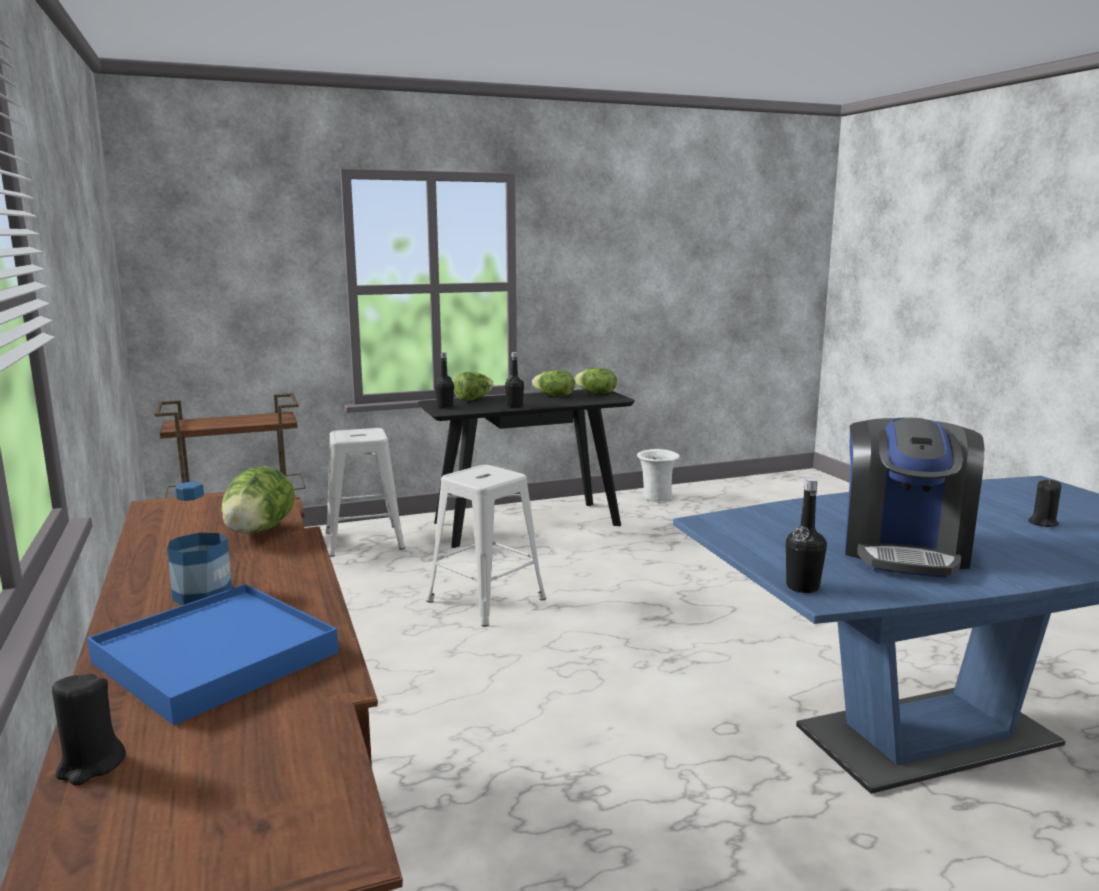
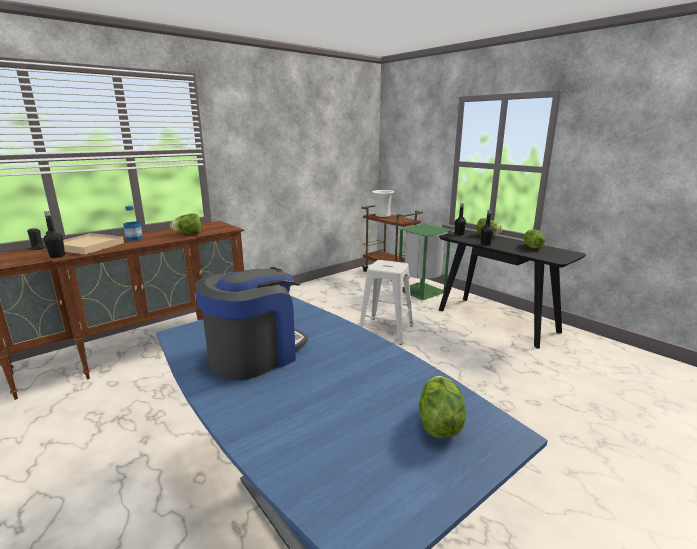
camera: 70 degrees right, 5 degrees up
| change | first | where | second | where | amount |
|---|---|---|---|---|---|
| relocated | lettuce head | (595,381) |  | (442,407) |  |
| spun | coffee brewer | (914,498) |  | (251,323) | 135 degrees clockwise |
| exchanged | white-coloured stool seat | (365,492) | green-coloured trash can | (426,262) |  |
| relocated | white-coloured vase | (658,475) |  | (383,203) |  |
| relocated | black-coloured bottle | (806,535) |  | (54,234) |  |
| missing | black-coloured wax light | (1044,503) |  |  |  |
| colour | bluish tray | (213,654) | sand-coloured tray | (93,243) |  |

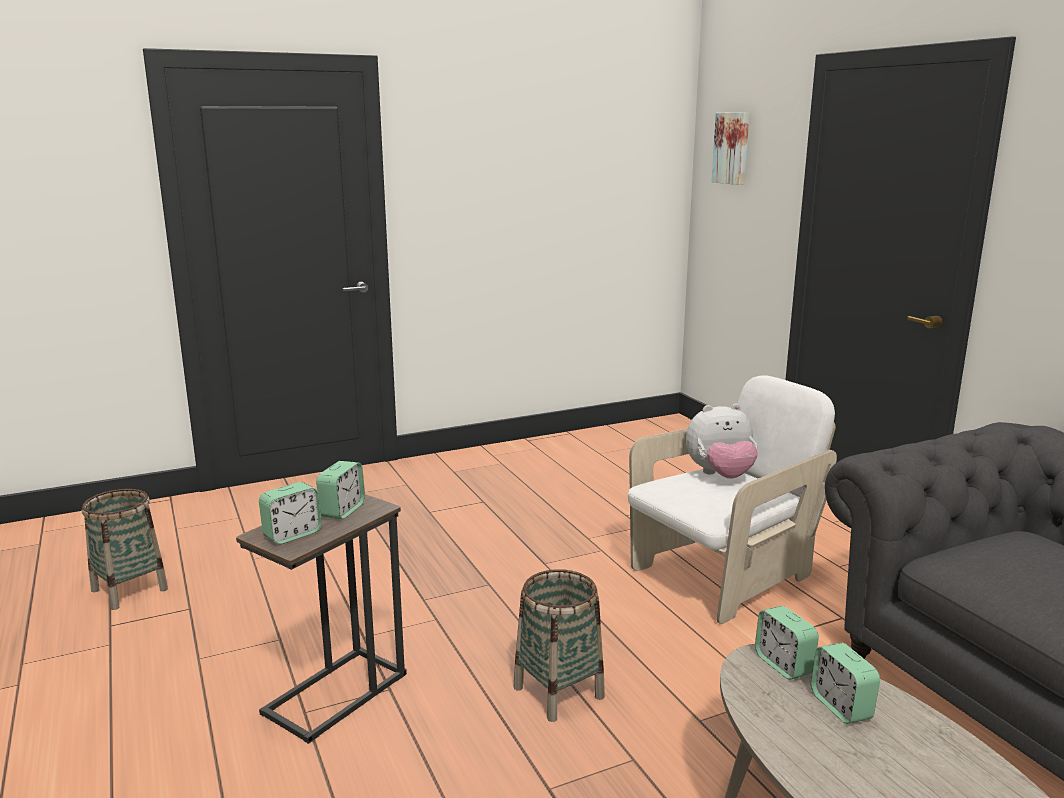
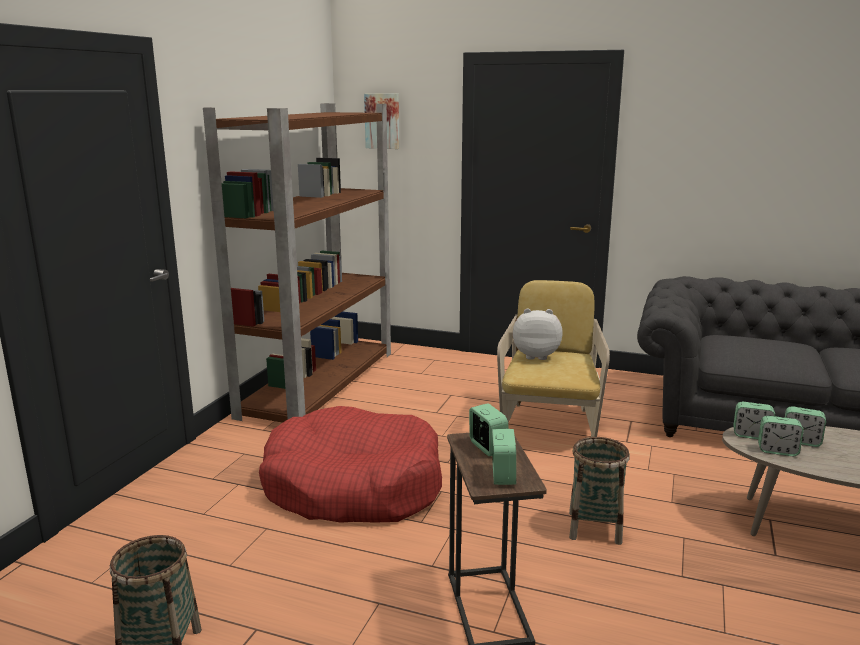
camera: 45 degrees left, 0 degrees up
| change | first | where | second | where | amount |
|---|---|---|---|---|---|
| colour | white-coloured armchair | (732,499) | yellowish armchair | (553,358) |  |
| spun | soft toy | (722,441) |  | (538,334) | 120 degrees counterclockwise |
| appeared |  |  | brown bookshelf | (297,263) |  |
| appeared |  |  | reddish dog cushion | (350,464) |  |
| appeared |  |  | table clock | (781,436) |  |

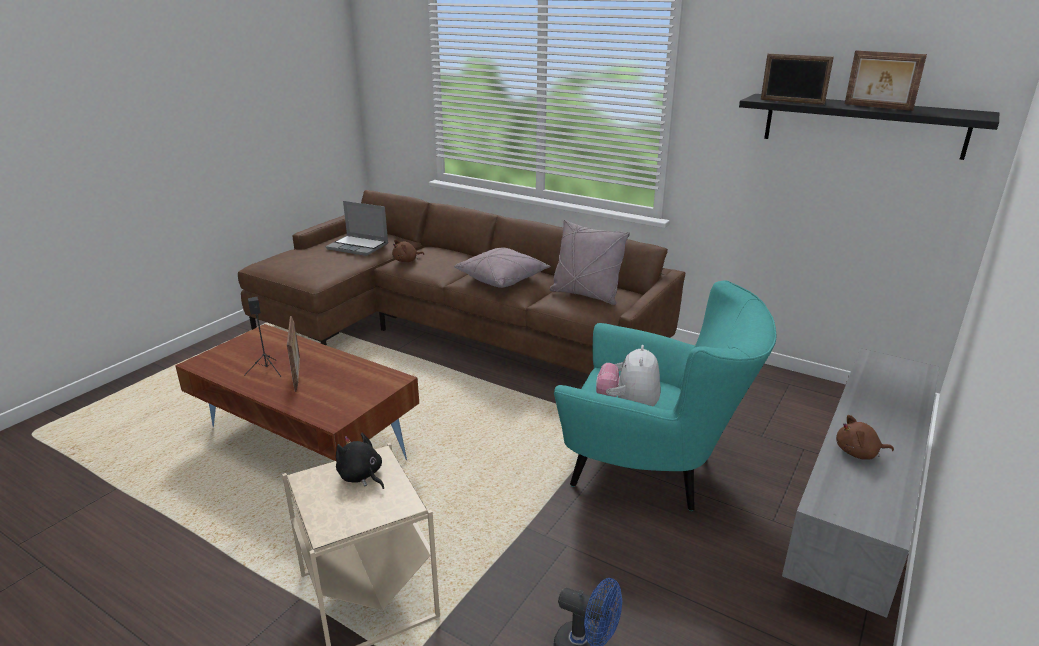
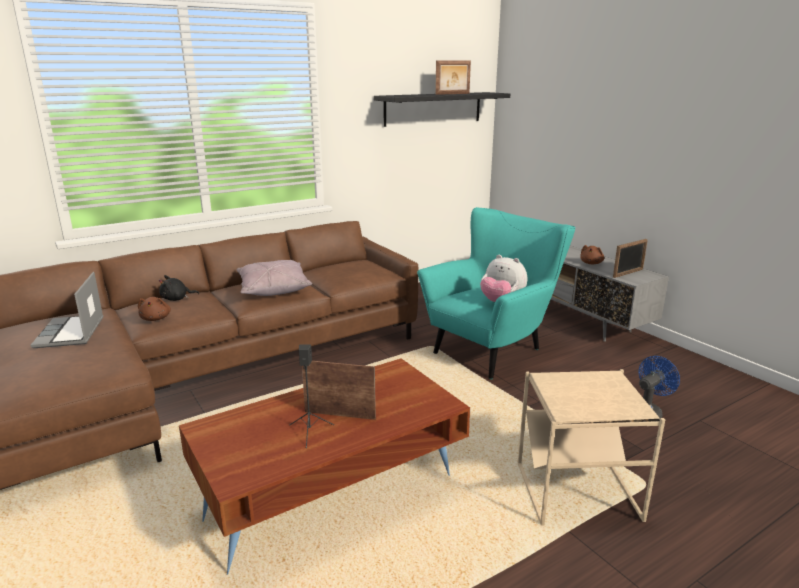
camera: 65 degrees left, 5 degrees down
| change | first | where | second | where | amount |
|---|---|---|---|---|---|
| relocated | picture frame | (797,79) |  | (630,258) |  |
| spun | notebook computer | (356,228) |  | (66,310) | 120 degrees clockwise |
| missing | purplish cushion | (590,262) |  |  |  |
| relocated | black-coloured soft toy | (360,460) |  | (179,288) |  |

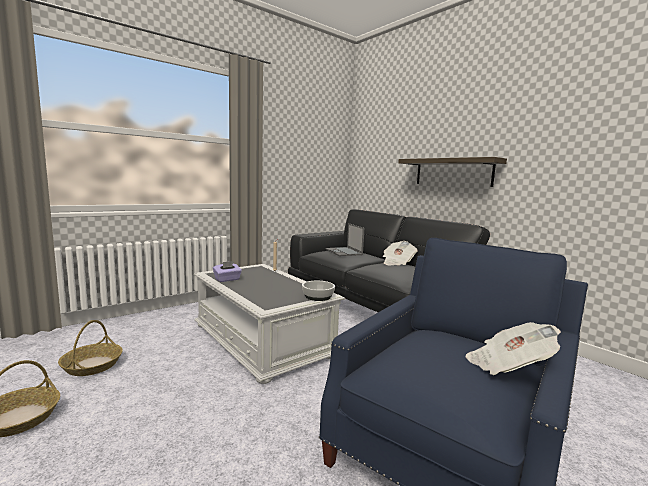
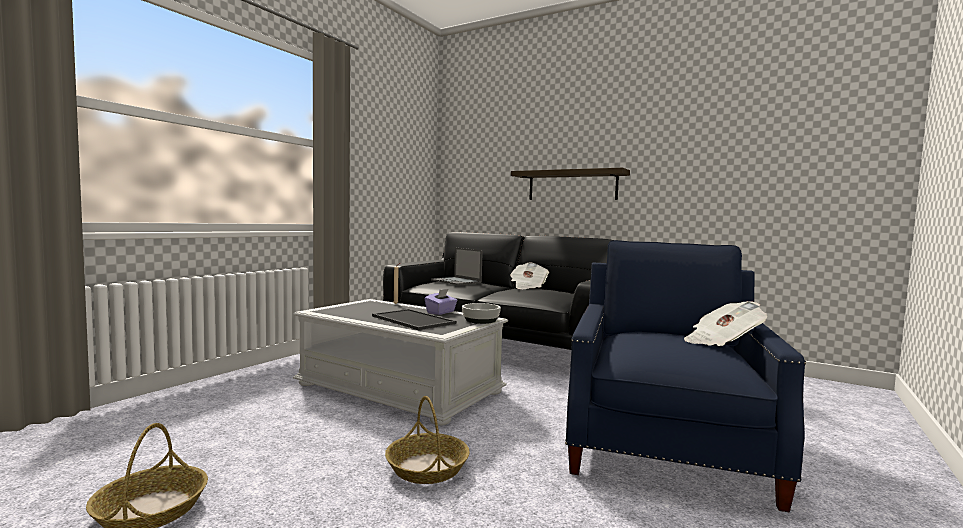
camera: 20 degrees left, 5 degrees down
| change | first | where | second | where | amount |
|---|---|---|---|---|---|
| relocated | purplish box of tissues | (227,271) |  | (441,302) |  |
| relocated | basket | (90,348) |  | (427,440) |  |
| appeared |  |  | tray | (414,319) |  |

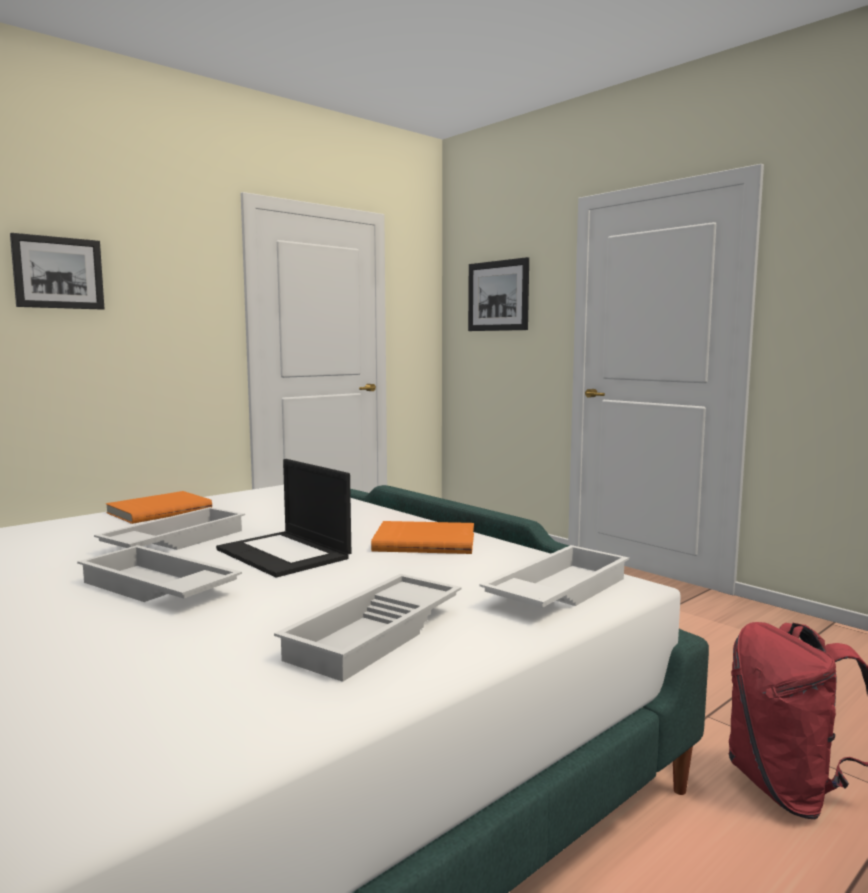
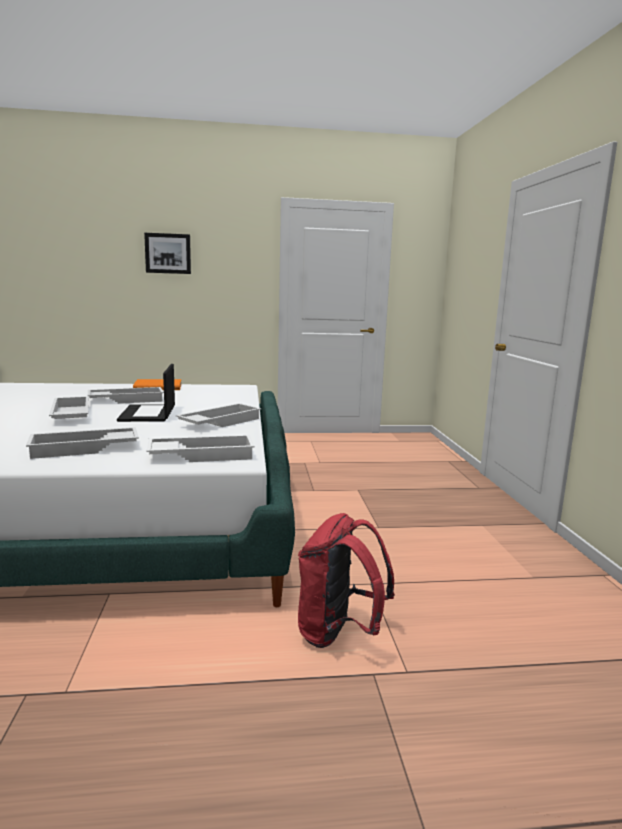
camera: 35 degrees right, 5 degrees up
| change | first | where | second | where | amount |
|---|---|---|---|---|---|
| missing | wall picture | (498,294) |  |  |  |
| exchanged | orangey volume | (422,537) | white-coloured tray | (218,415) |  |

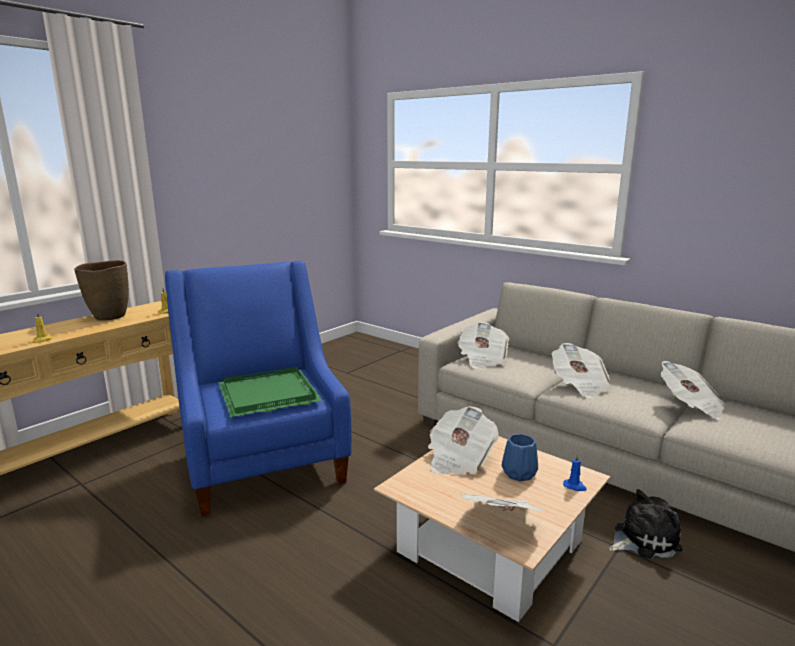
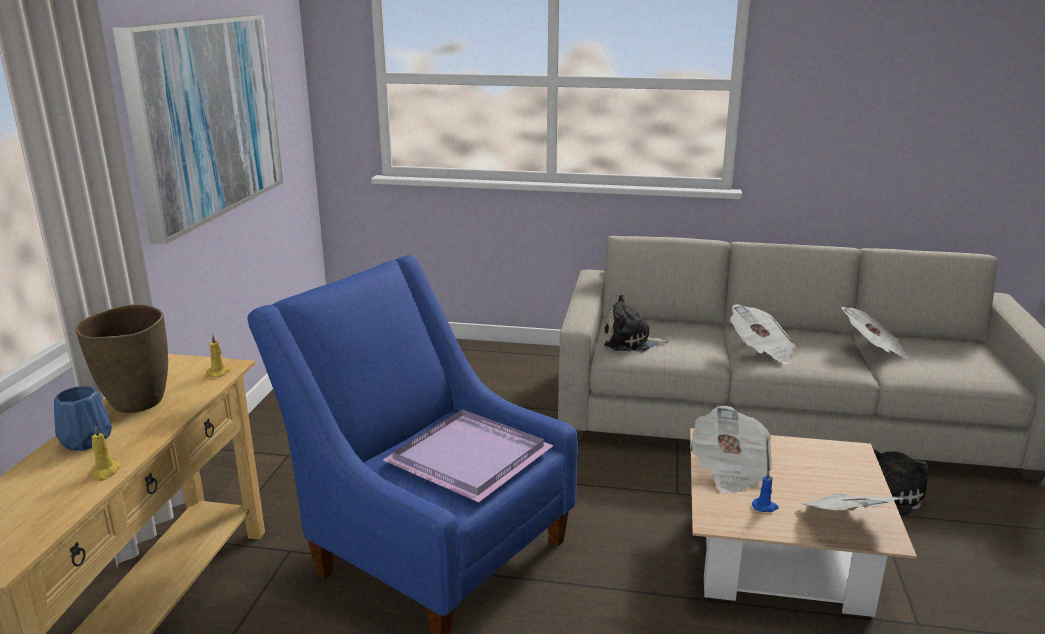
camera: 30 degrees left, 5 degrees up
| change | first | where | second | where | amount |
|---|---|---|---|---|---|
| exchanged | printed paper | (483,345) | soft toy | (637,323) |  |
| colour | green-coloured tray | (270,392) | purplish tray | (468,455) |  |
| relocated | bluish vase | (520,457) |  | (83,418) |  |
| relocated | bluish wax light | (575,472) |  | (765,491) |  |
| appeared |  |  | wall picture | (197,129) |  |

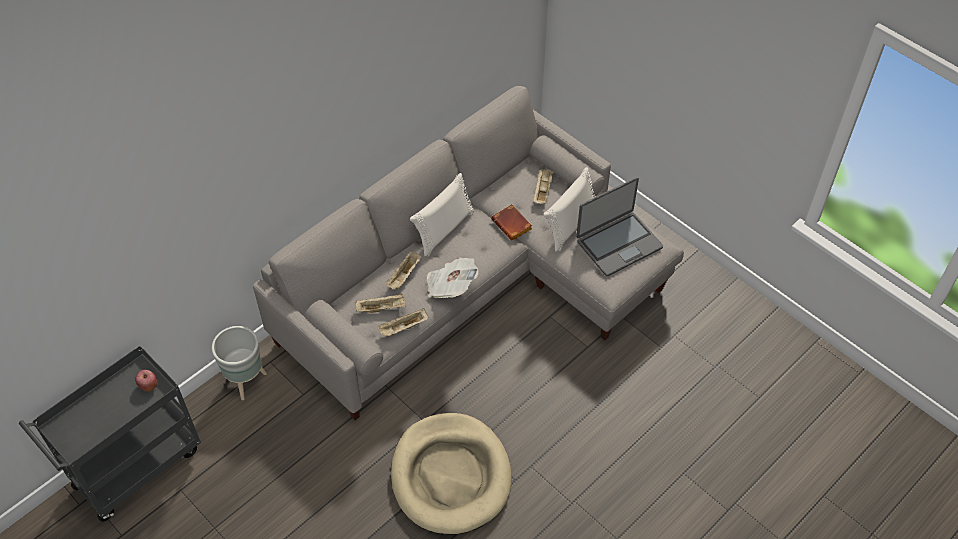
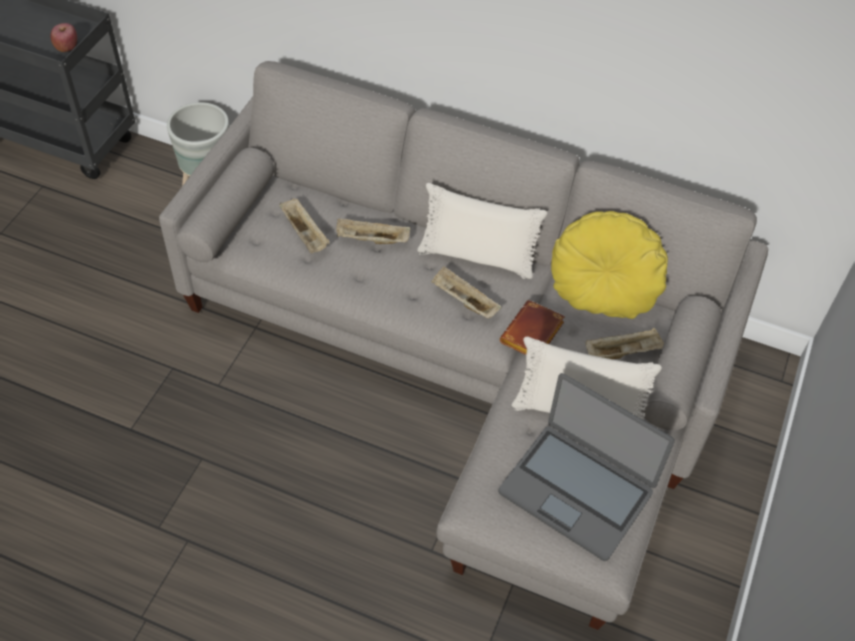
camera: 65 degrees right, 0 degrees up
| change | first | where | second | where | amount |
|---|---|---|---|---|---|
| missing | printed paper | (452,278) |  |  |  |
| relocated | sand-coloured tray | (403,322) |  | (466,292) |  |
| missing | sand-coloured dog cushion | (451,474) |  |  |  |
| appeared |  |  | yellowish cushion | (609,265) |  |

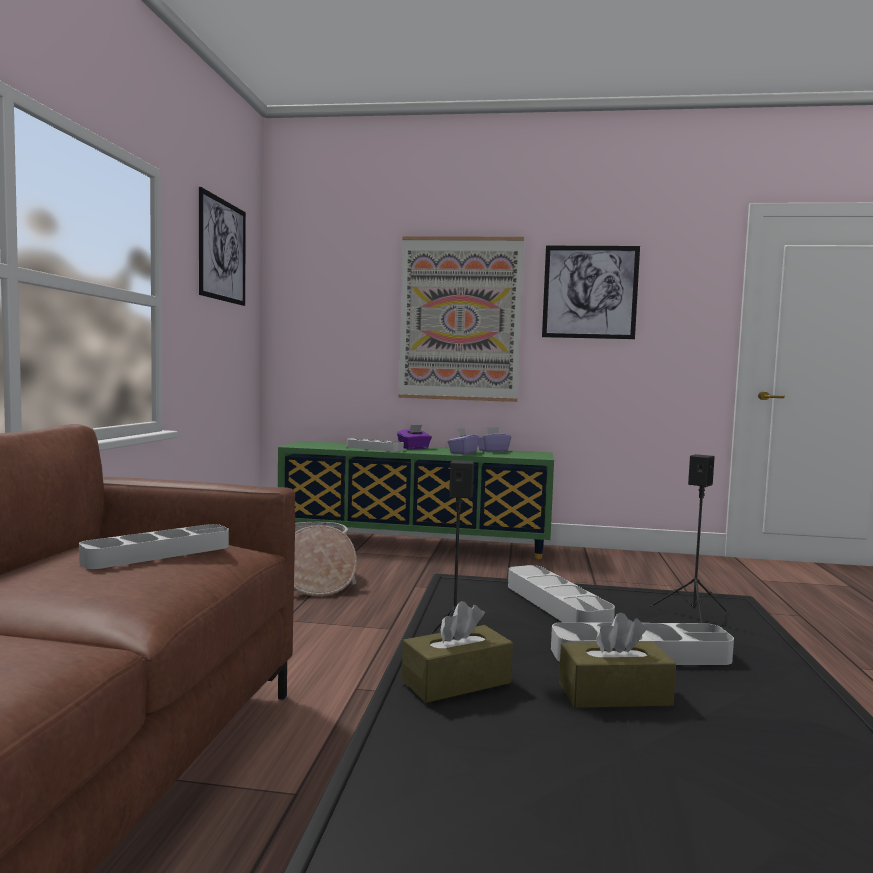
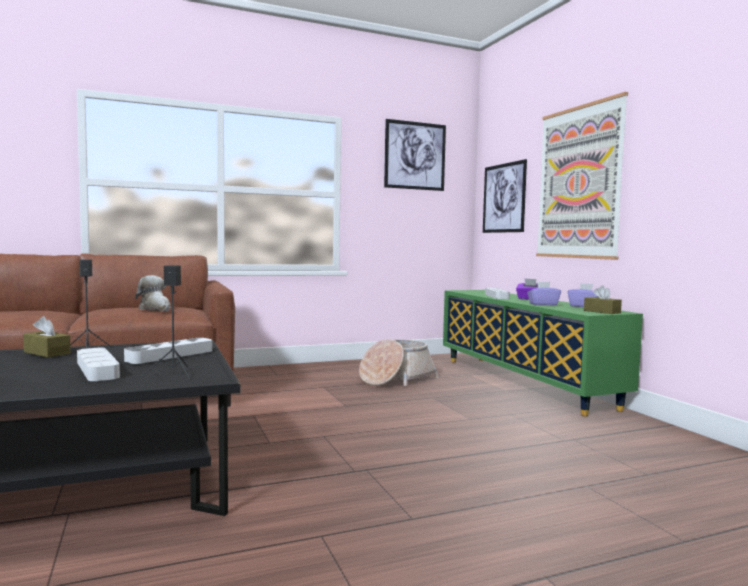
camera: 60 degrees right, 0 degrees up
| change | first | where | second | where | amount |
|---|---|---|---|---|---|
| relocated | wall picture | (591,292) |  | (505,196) |  |
| exchanged | greyish tray | (154,546) | soft toy | (152,293) |  |
| relocated | brown box of tissues | (617,660) |  | (603,300) |  |

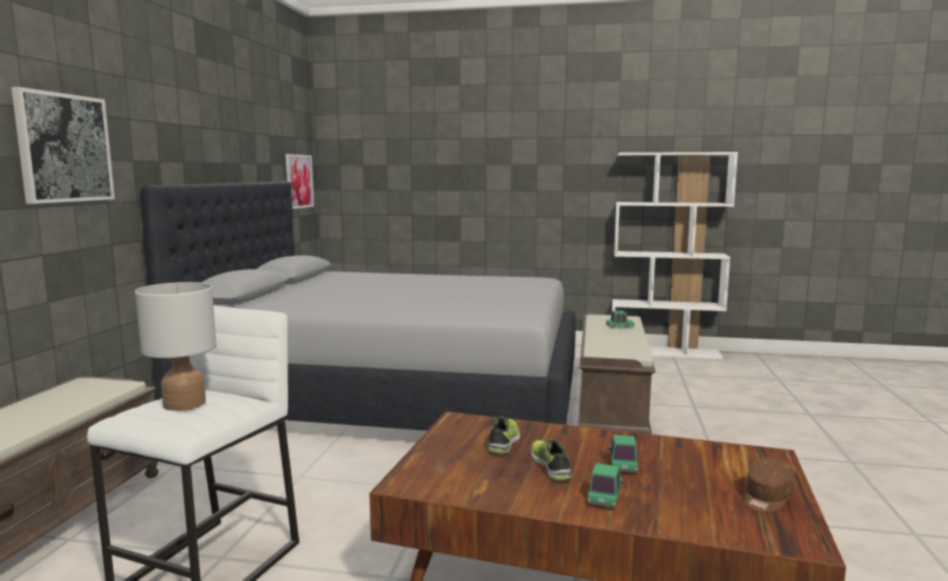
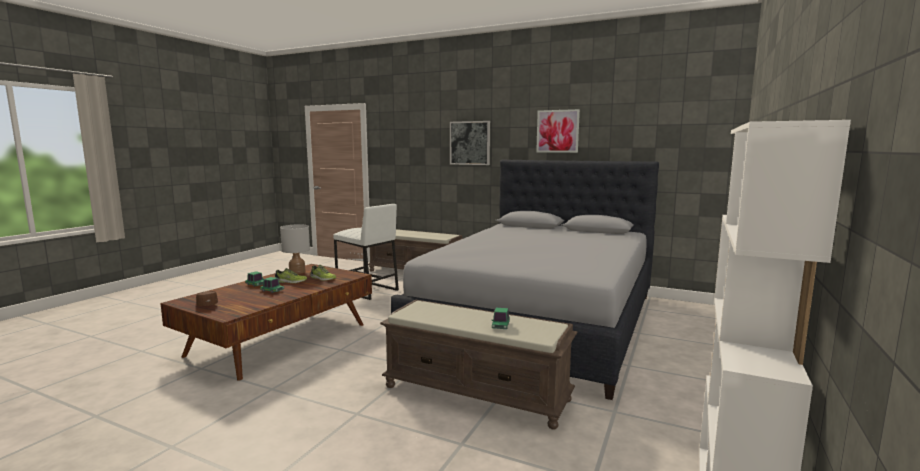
camera: 105 degrees right, 0 degrees up
| change | first | where | second | where | amount |
|---|---|---|---|---|---|
| relocated | wall picture | (300,181) |  | (558,131) |  |
| relocated | greyish table lamp | (175,346) |  | (295,249) |  |

